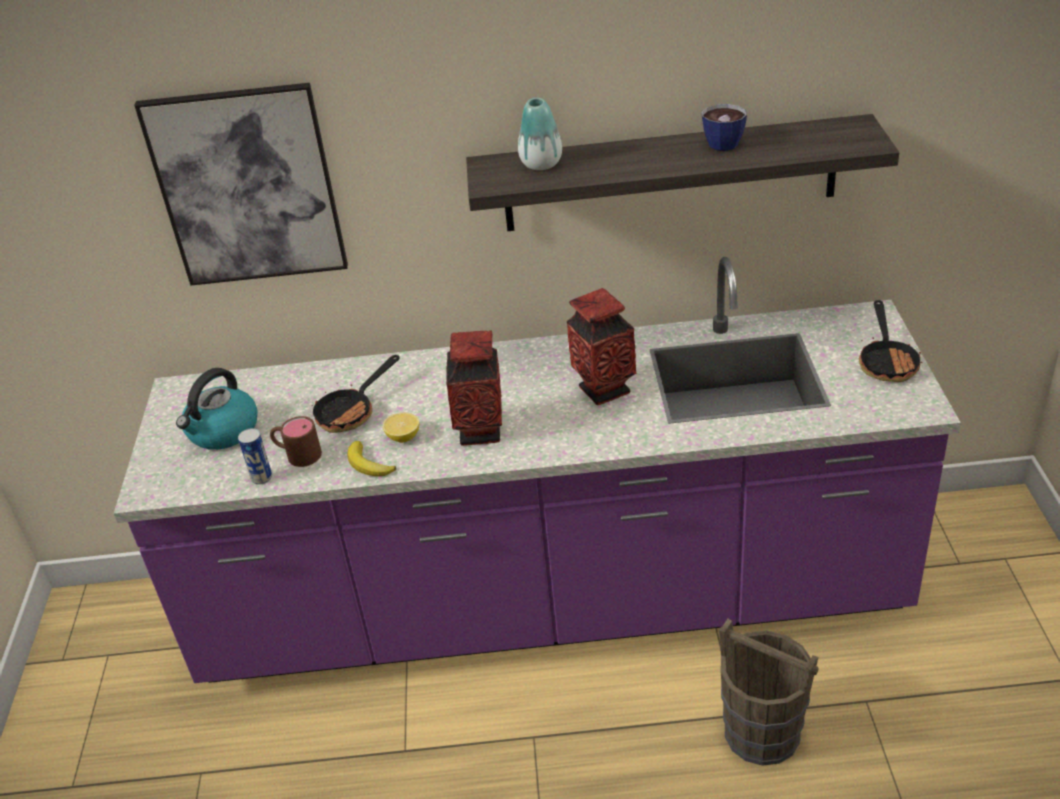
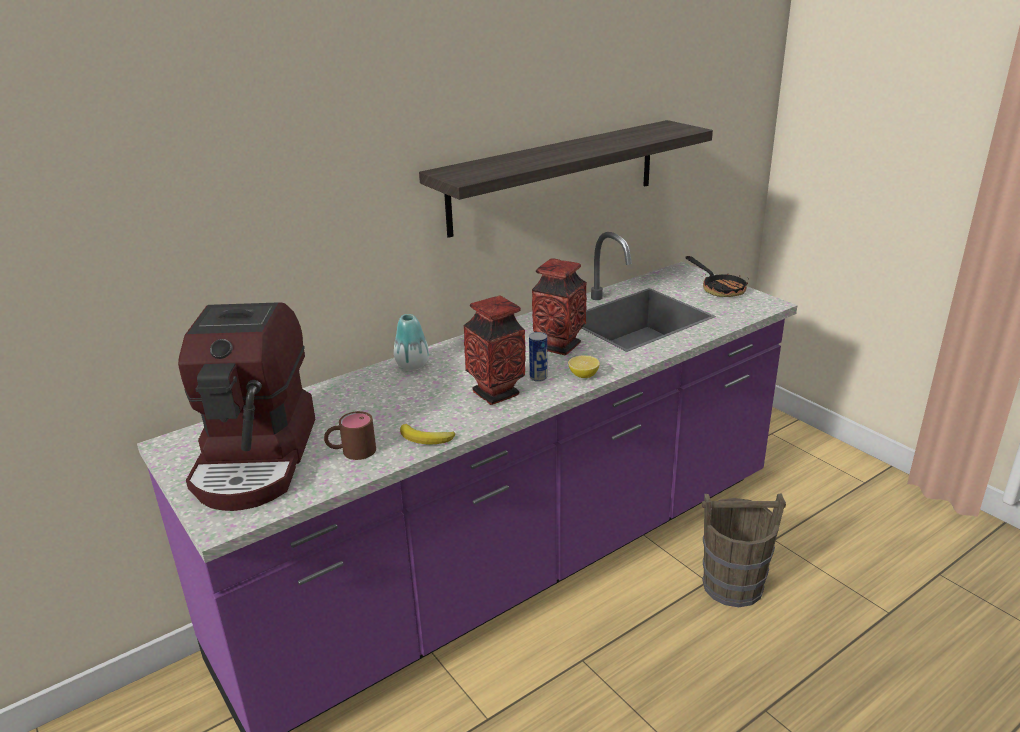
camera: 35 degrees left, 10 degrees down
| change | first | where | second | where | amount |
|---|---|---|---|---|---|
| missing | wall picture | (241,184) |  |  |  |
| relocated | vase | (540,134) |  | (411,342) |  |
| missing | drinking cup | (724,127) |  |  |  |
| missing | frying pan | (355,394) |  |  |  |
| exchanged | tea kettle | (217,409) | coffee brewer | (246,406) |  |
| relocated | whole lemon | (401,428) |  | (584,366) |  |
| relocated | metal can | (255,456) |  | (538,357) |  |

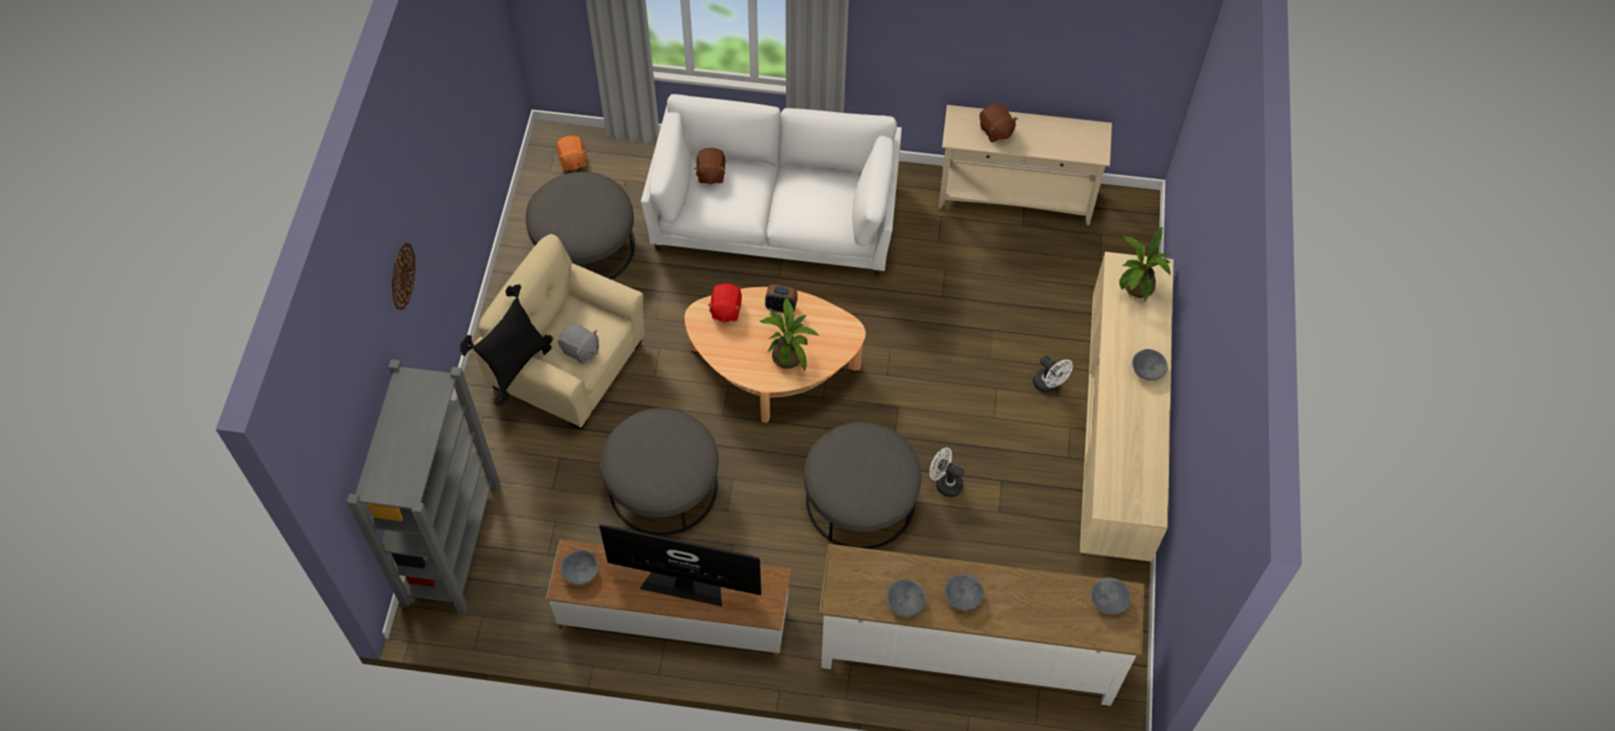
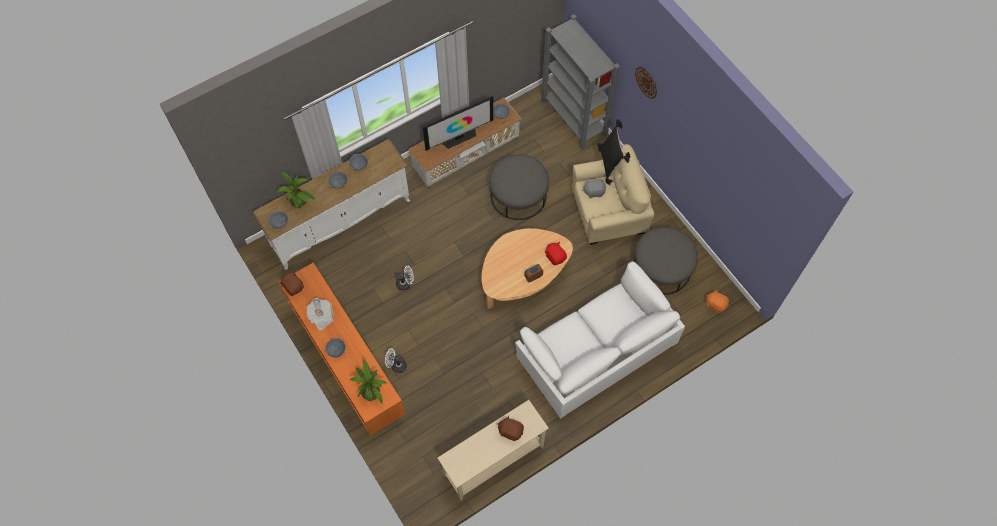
camera: 140 degrees right, 5 degrees up
| change | first | where | second | where | amount |
|---|---|---|---|---|---|
| relocated | brown soft toy | (710,166) |  | (291,283) |  |
| colour | sand-coloured cabinet | (1126,407) | orangey cabinet | (342,349) |  |
| relocated | plant in a pot | (789,334) |  | (295,189) |  |
| missing | greyish pouffe | (862,485) |  |  |  |
| appeared |  |  | printed paper | (320,314) |  |

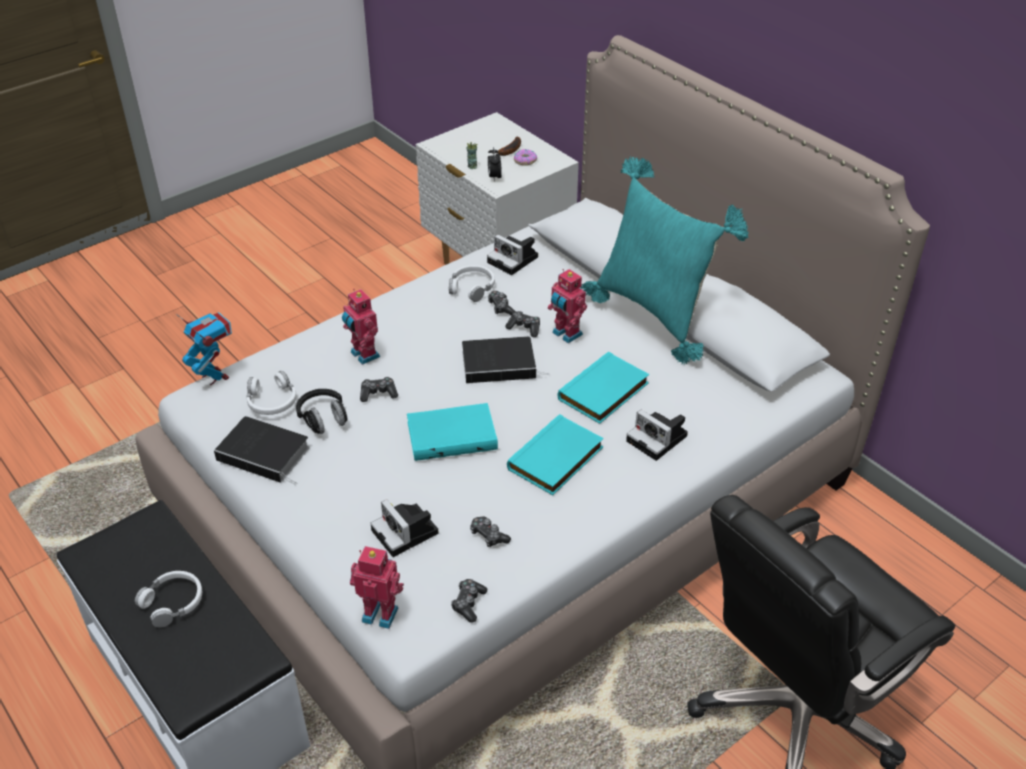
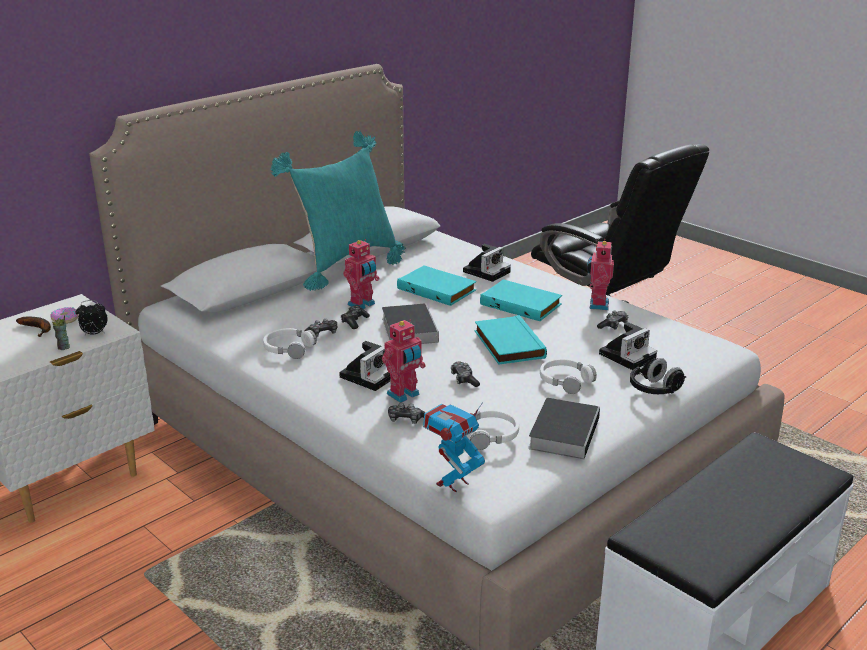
camera: 95 degrees left, 15 degrees down
| change | first | where | second | where | amount |
|---|---|---|---|---|---|
| relocated | photo camera | (512,254) |  | (365,366) |  |
| relocated | black-coloured pair of headphones | (321,411) |  | (658,376) |  |
| relocated | model robot | (377,587) |  | (600,274) |  |
| relocated | white-coloured pair of headphones | (168,599) |  | (568,376) |  |
| relocated | joypad | (469,600) |  | (407,413) |  |

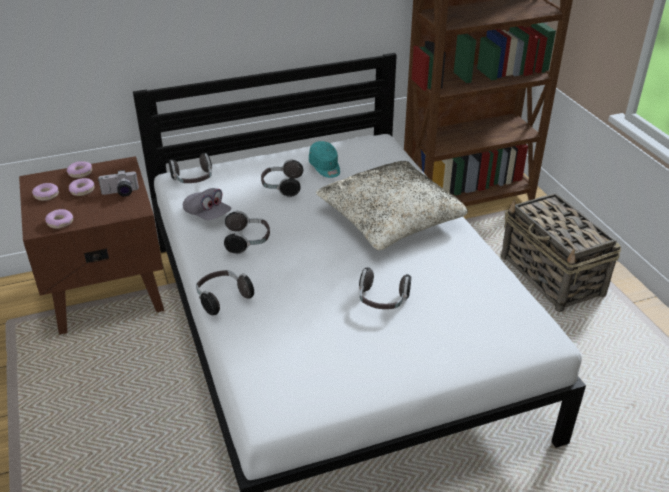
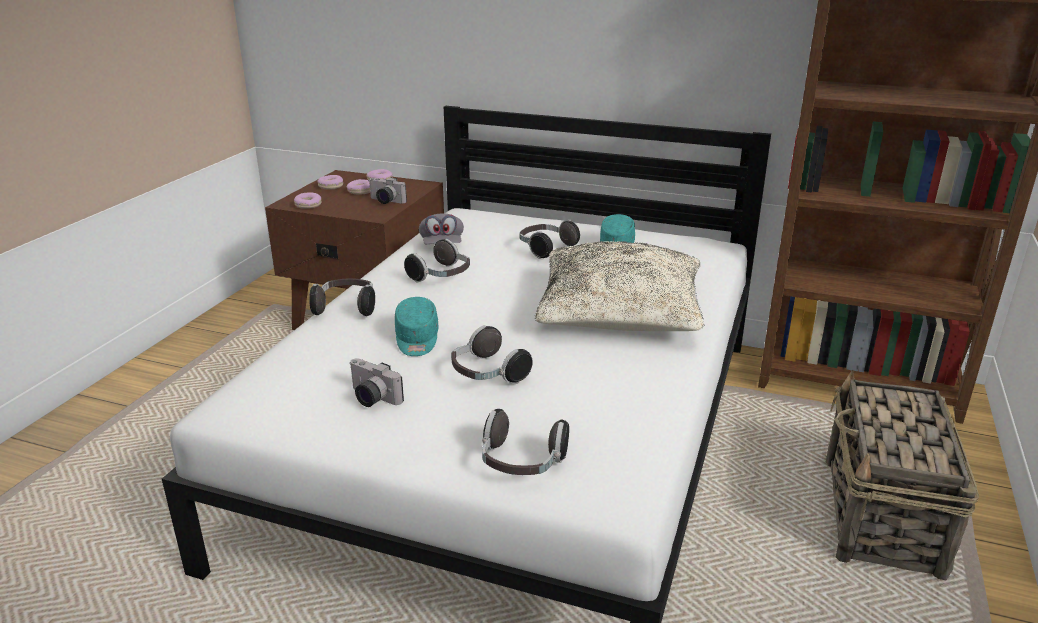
camera: 40 degrees right, 10 degrees down
| change | first | where | second | where | amount |
|---|---|---|---|---|---|
| relocated | pair of headphones | (190,168) |  | (525,442) |  |
| appeared |  |  | turquoise-coloured peaked cap | (416,326) |  |
| appeared |  |  | photo camera | (376,382) |  |

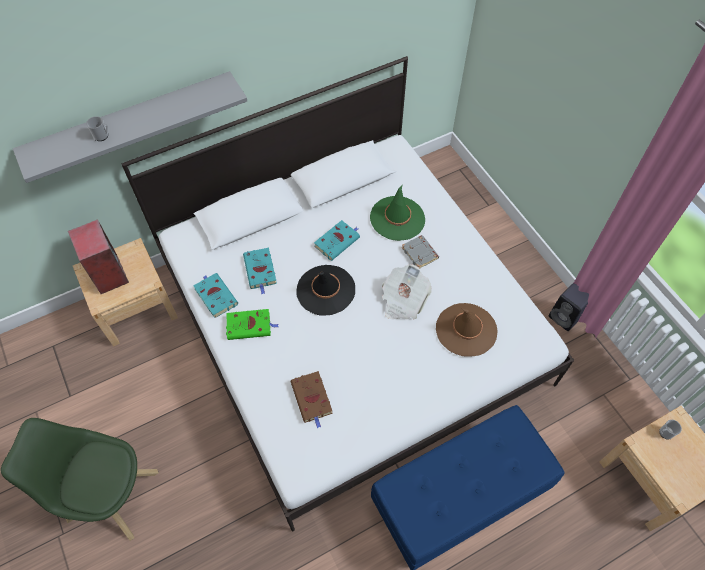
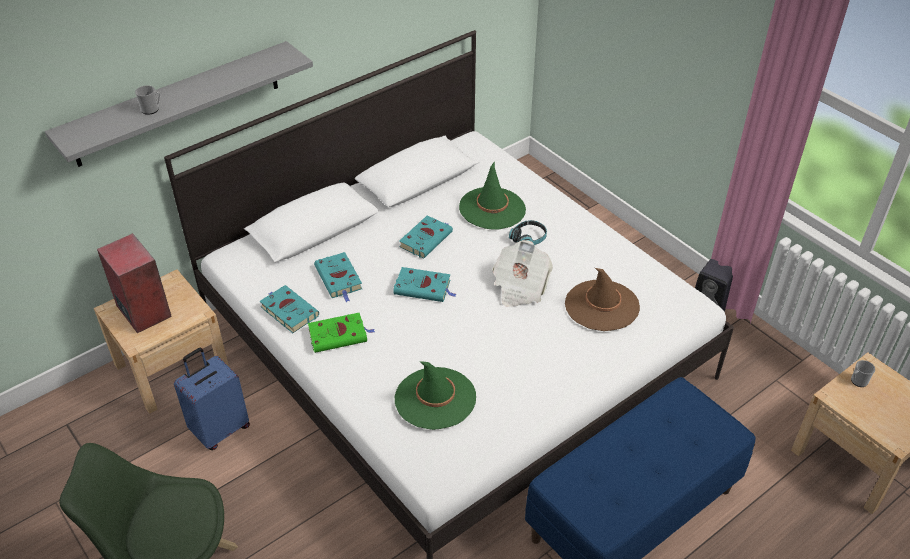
camera: 10 degrees left, 15 degrees down
| change | first | where | second | where | amount |
|---|---|---|---|---|---|
| exchanged | greyish volume | (420,252) | pair of headphones | (528,232) |  |
| exchanged | black-coloured wearable hat | (325,290) | turquoise-coloured volume | (424,284) |  |
| exchanged | brown volume | (312,399) | green-coloured wearable hat | (435,395) |  |
| appeared |  |  | bluish piece of luggage | (212,399) |  |

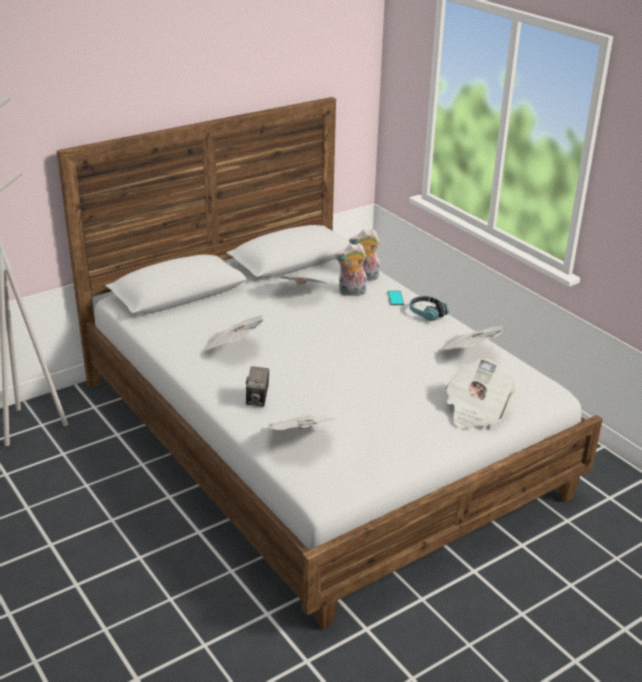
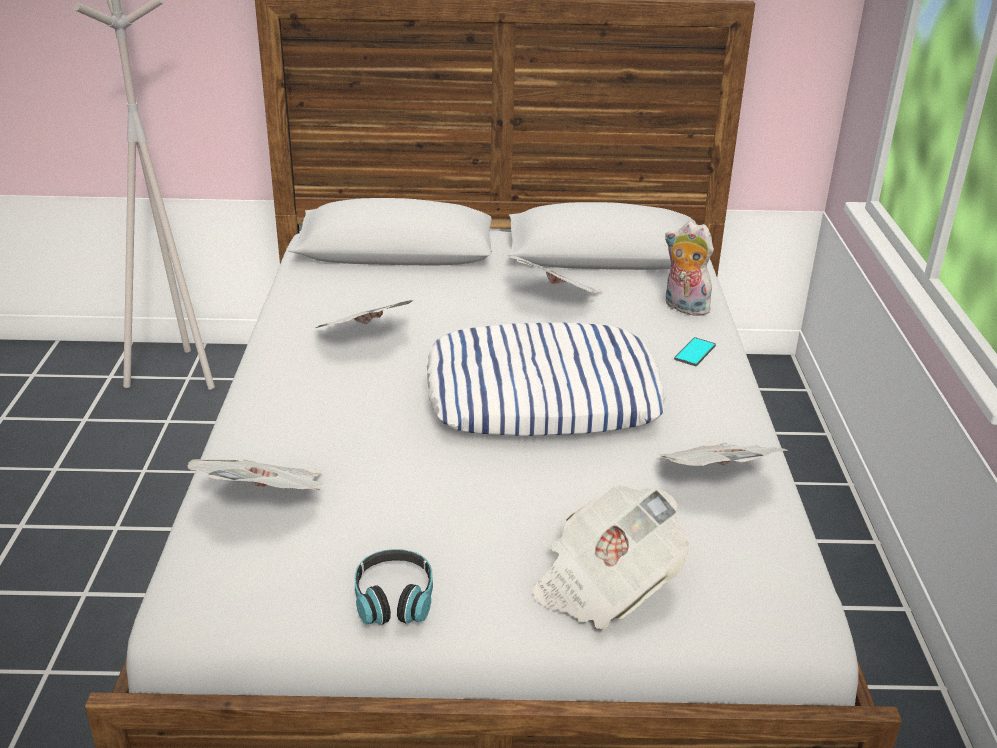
camera: 35 degrees right, 0 degrees up
| change | first | where | second | where | amount |
|---|---|---|---|---|---|
| missing | soft toy | (351,269) |  |  |  |
| relocated | pair of headphones | (429,308) |  | (394,587) |  |
| missing | photo camera | (257,386) |  |  |  |
| appeared |  |  | cushion | (546,379) |  |

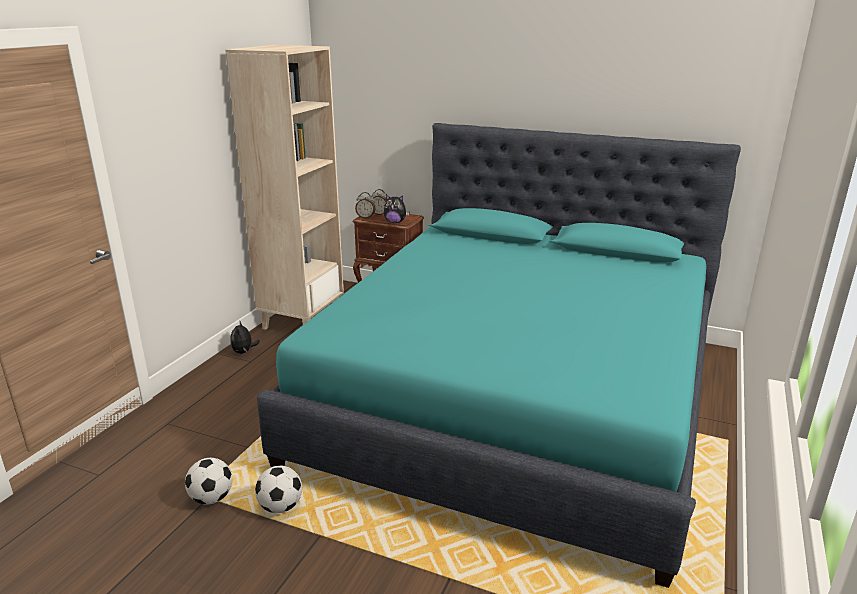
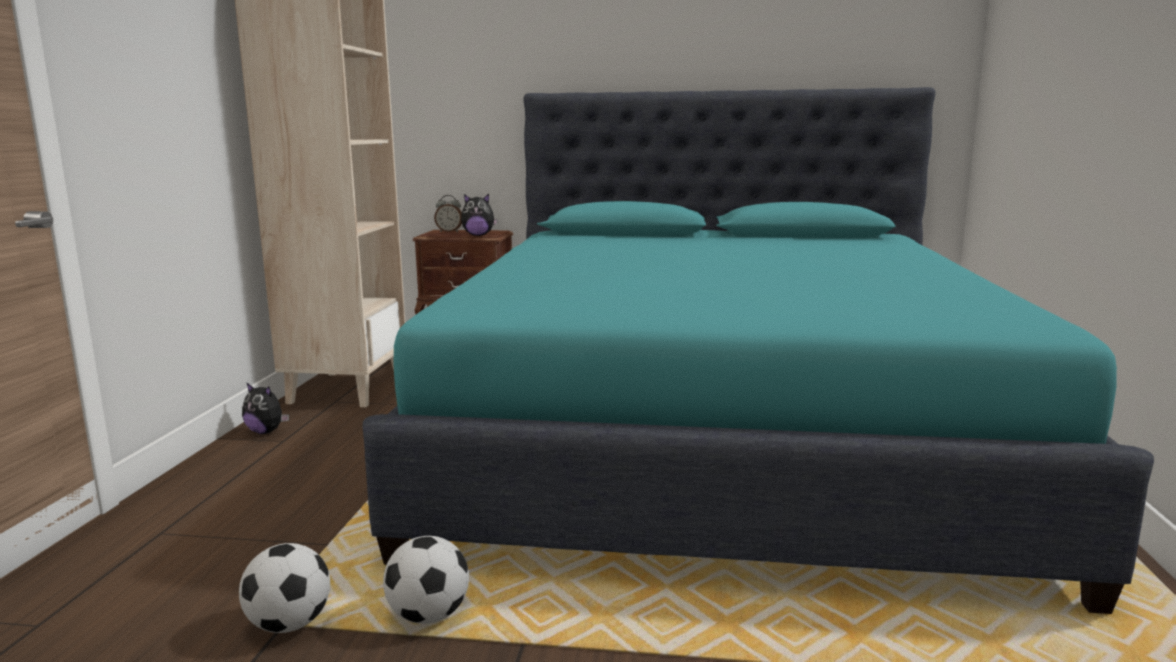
camera: 15 degrees left, 10 degrees down
| change | first | where | second | where | amount |
|---|---|---|---|---|---|
| missing | table clock | (365,205) |  |  |  |
| spun | soft toy | (245,338) |  | (265,408) | 45 degrees counterclockwise |

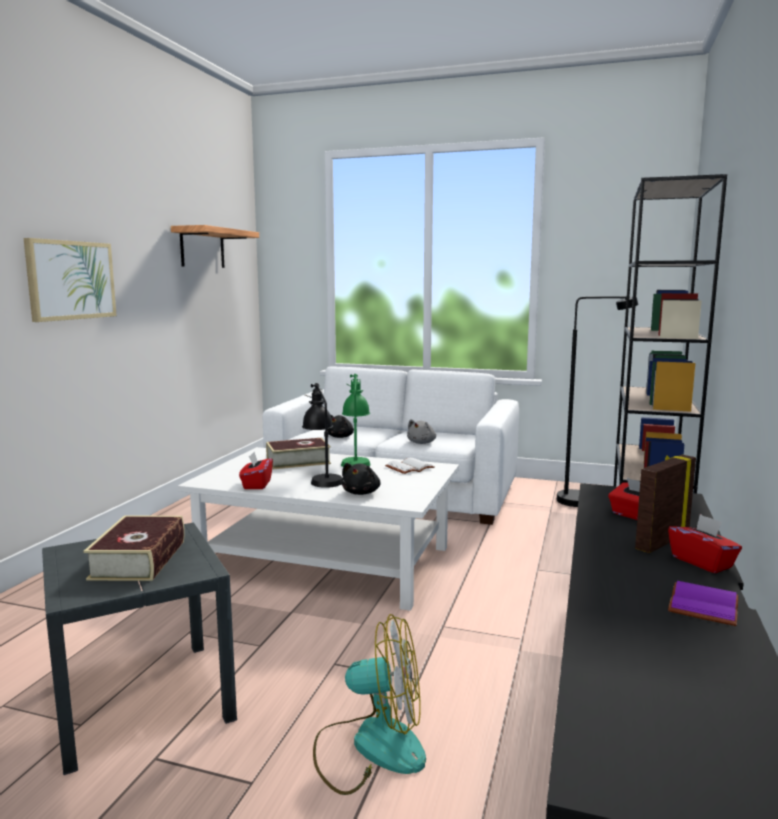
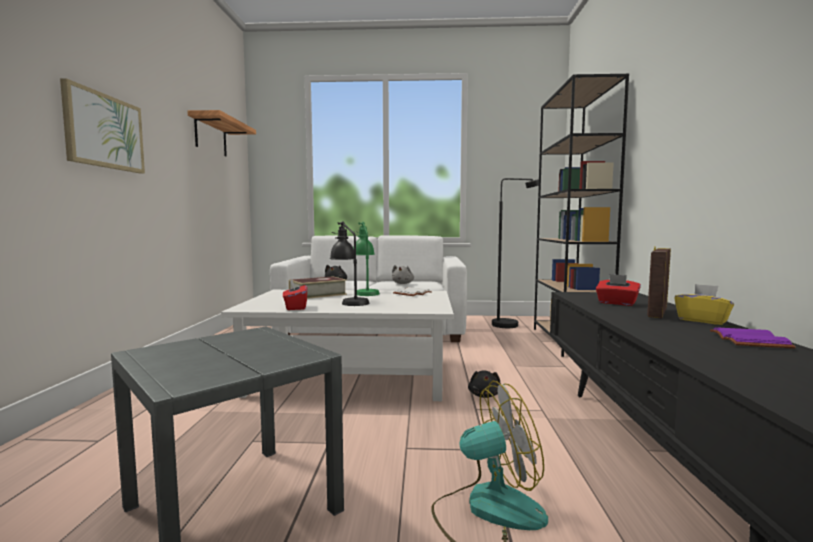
camera: 15 degrees left, 5 degrees down
| change | first | where | second | where | amount |
|---|---|---|---|---|---|
| relocated | black-coloured soft toy | (361,479) |  | (484,384) |  |
| colour | reddish box of tissues | (705,543) | yellowish box of tissues | (704,304) |  |
| missing | volume | (134,548) |  |  |  |

